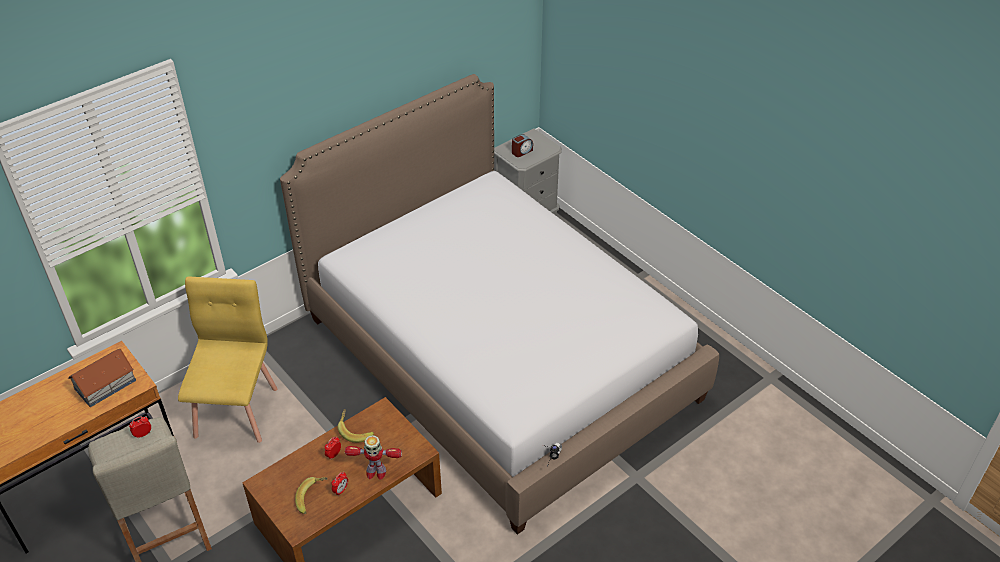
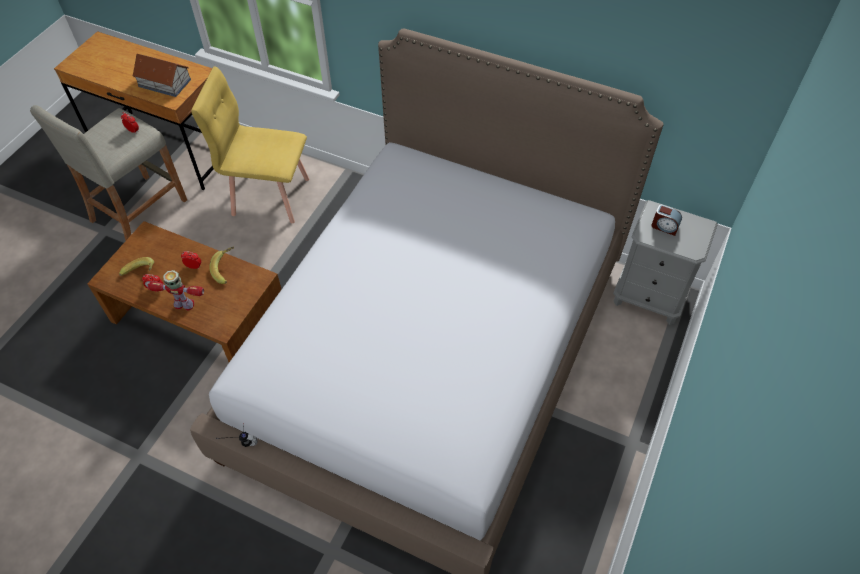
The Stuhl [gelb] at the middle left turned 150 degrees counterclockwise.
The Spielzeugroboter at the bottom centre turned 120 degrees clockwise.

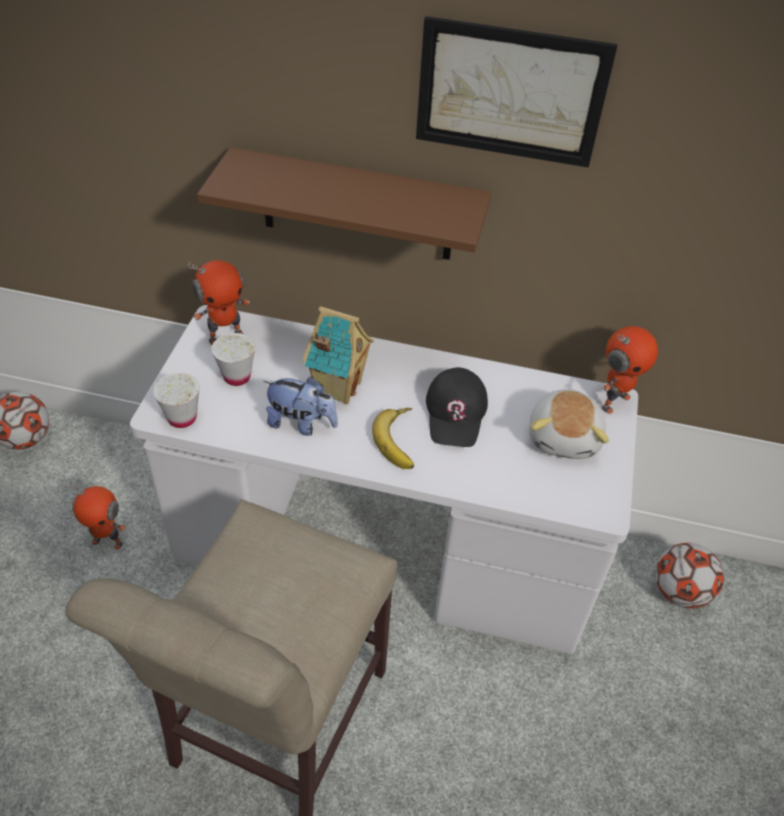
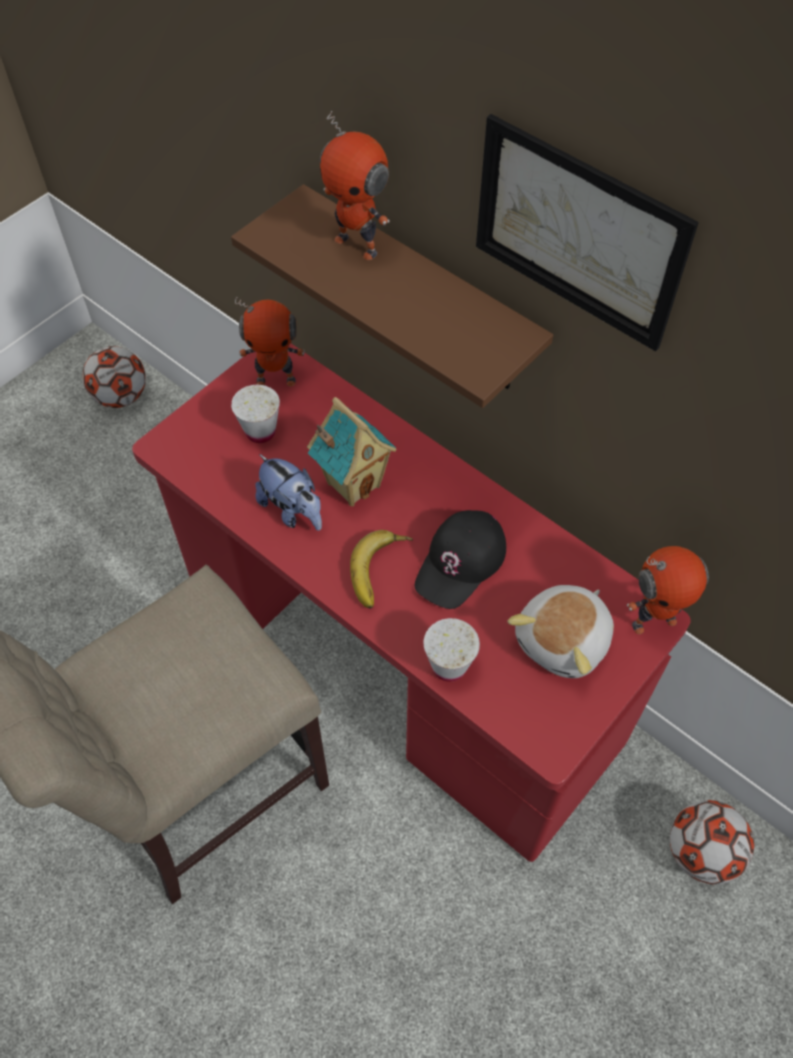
The Spielzeugroboter (no. 1 from left in the first image) moved from the middle left to the top centre.
The Schreibtisch [weiß] at the centre became the Schreibtisch [rot] at the centre.
The Tasse [weiß] (no. 1 from left in the first image) moved from the middle left to the centre.

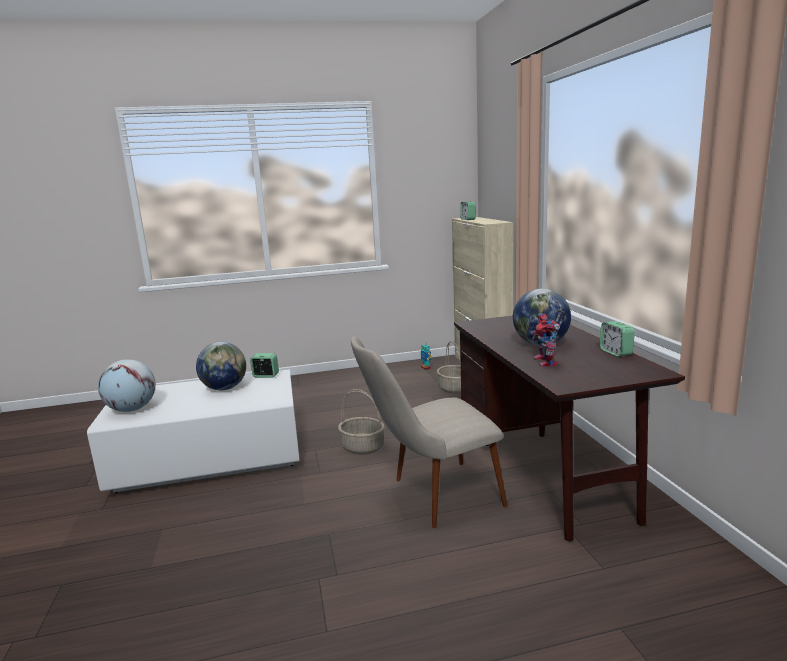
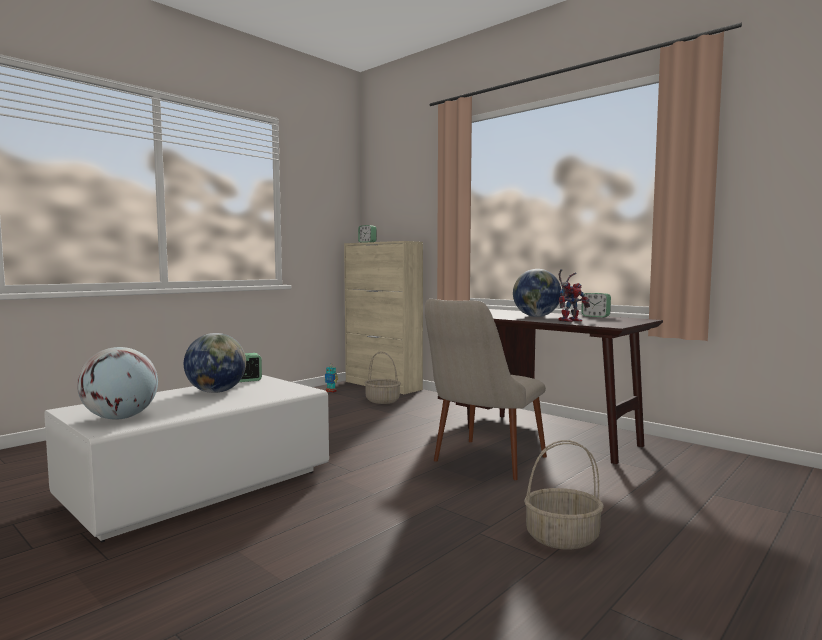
The Korb (no. 1 from left in the first image) moved from the centre to the bottom right.
The Spielzeugroboter (no. 2 from left) at the middle right turned 90 degrees counterclockwise.

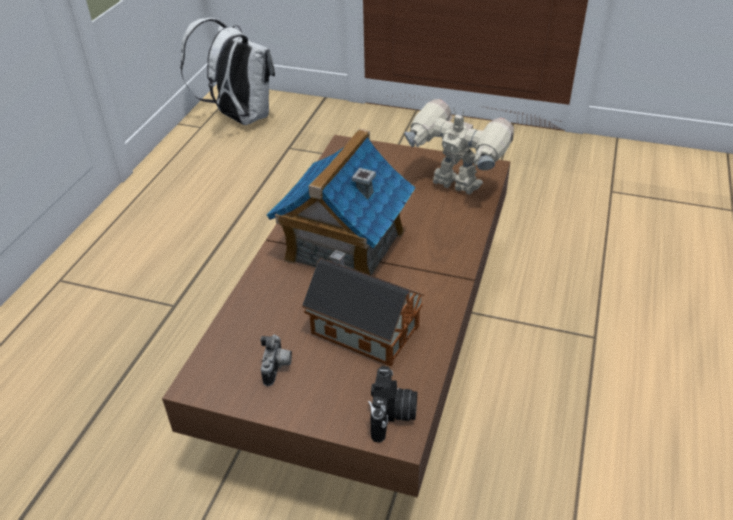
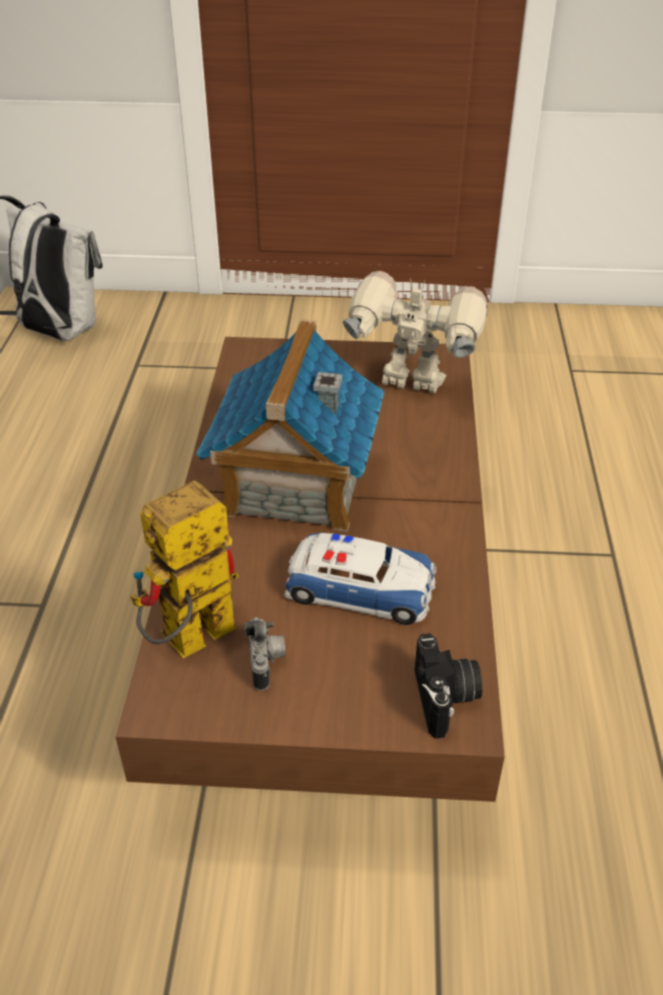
The Spielzeughaus (no. 2 from left) at the centre was replaced by the Spielzeugauto at the centre.
The Spielzeugroboter (no. 1 from left) at the middle left appeared.

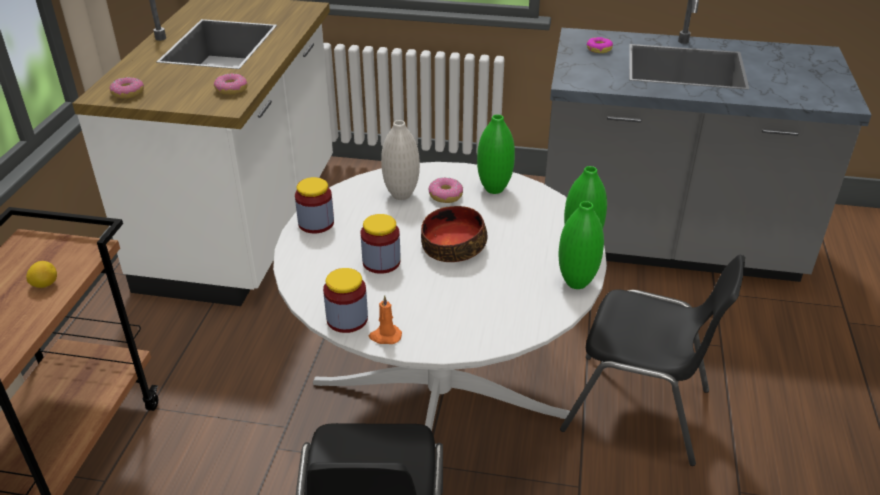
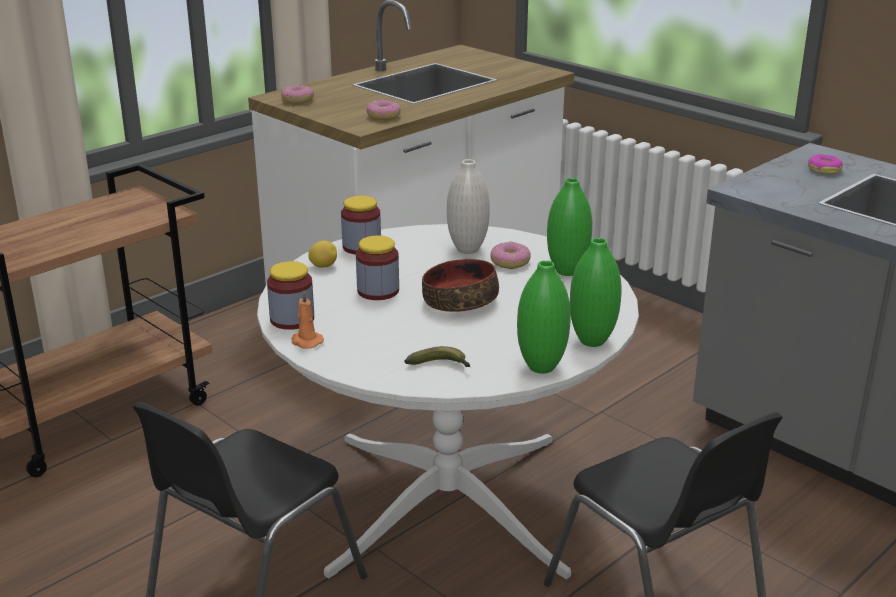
The Zitrone moved from the middle left to the centre.
The Banane at the centre appeared.

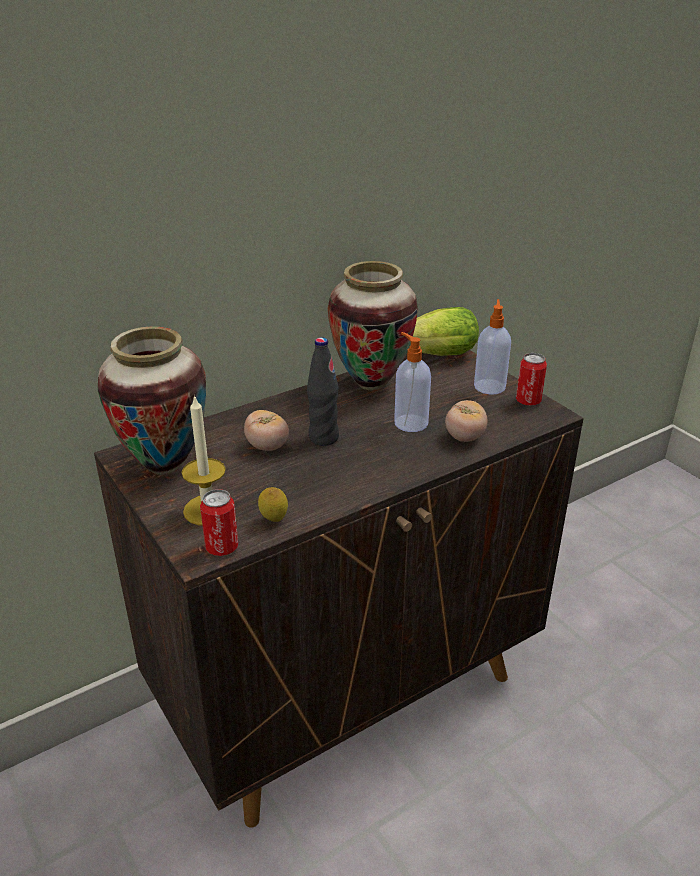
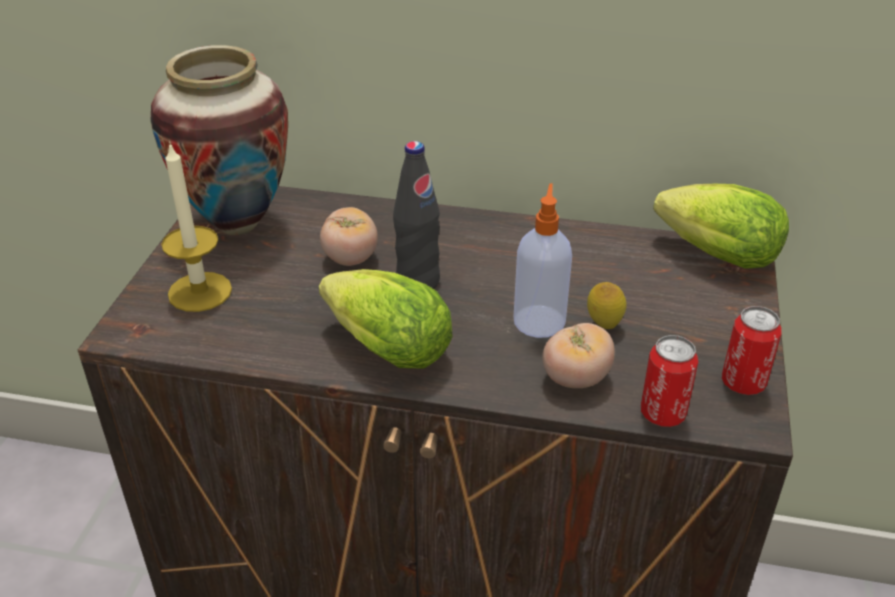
The Dose (no. 1 from left) moved from the middle left to the middle right.
The Zitrone moved from the centre to the middle right.
The Vase (no. 2 from left) at the centre disappeared.
The Seifenspender (no. 2 from left) at the middle right disappeared.
The Salatkopf (no. 1 from left) at the centre appeared.

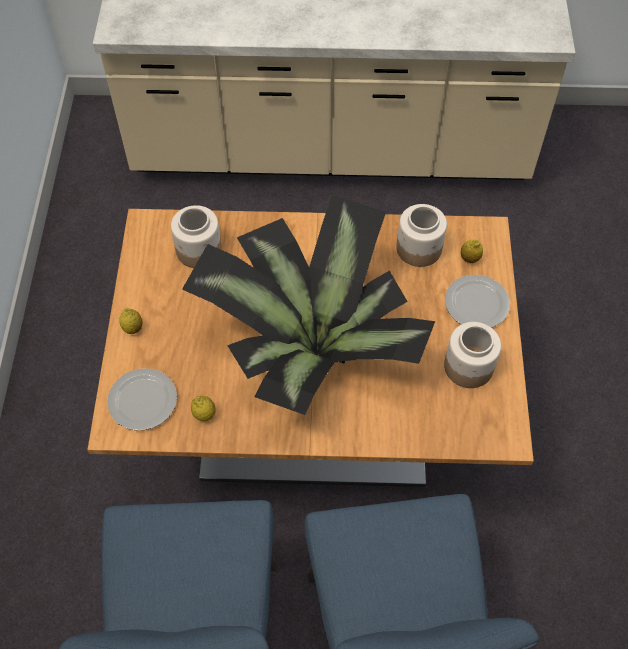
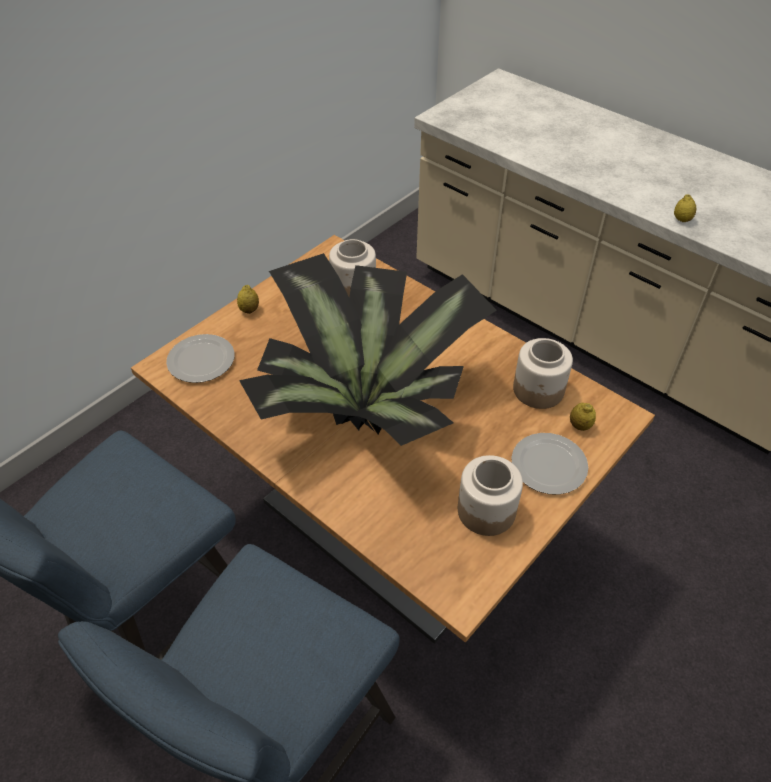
The Zitrone (no. 2 from left in the first image) moved from the middle left to the top right.

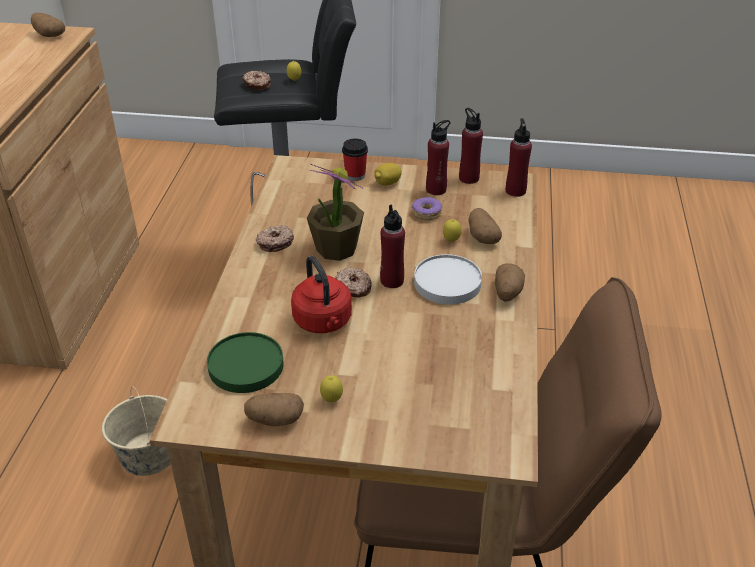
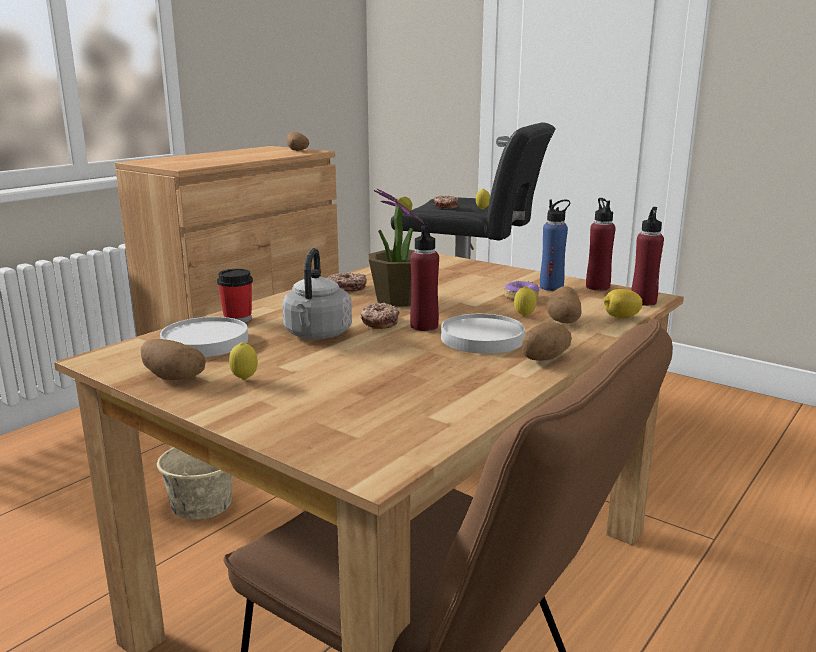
The Teller [grün] at the middle left became the Teller [weiß] (no. 1 from left) at the middle left.
The Wasserkessel [rot] at the centre became the Wasserkessel [grau] at the centre.
The Tasse moved from the top centre to the middle left.
The Zitrone (no. 3 from left in the first image) moved from the top centre to the middle right.
The Flasche [rot] (no. 2 from left) at the top centre became the Flasche [blau] at the middle right.

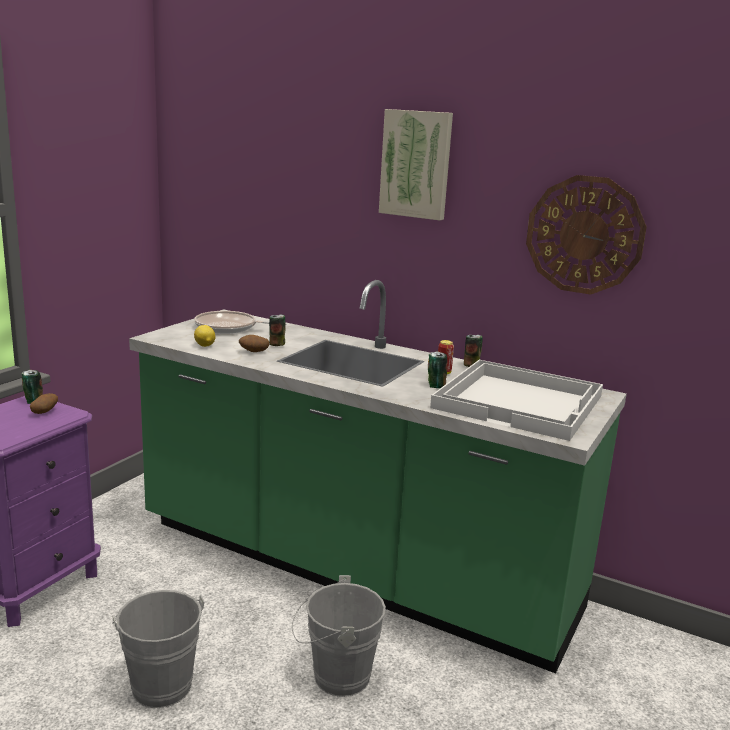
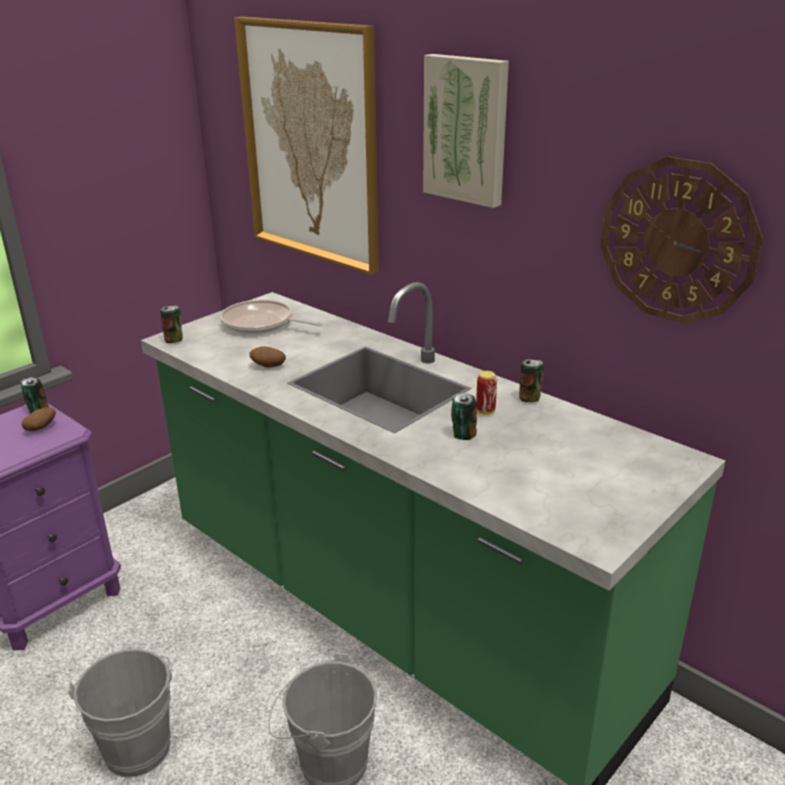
The Zitrone at the middle left disappeared.
The Dose (no. 2 from left) moved from the centre to the middle left.
The Tablett [weiß] at the middle right disappeared.
The Bild (no. 1 from left) at the top centre appeared.

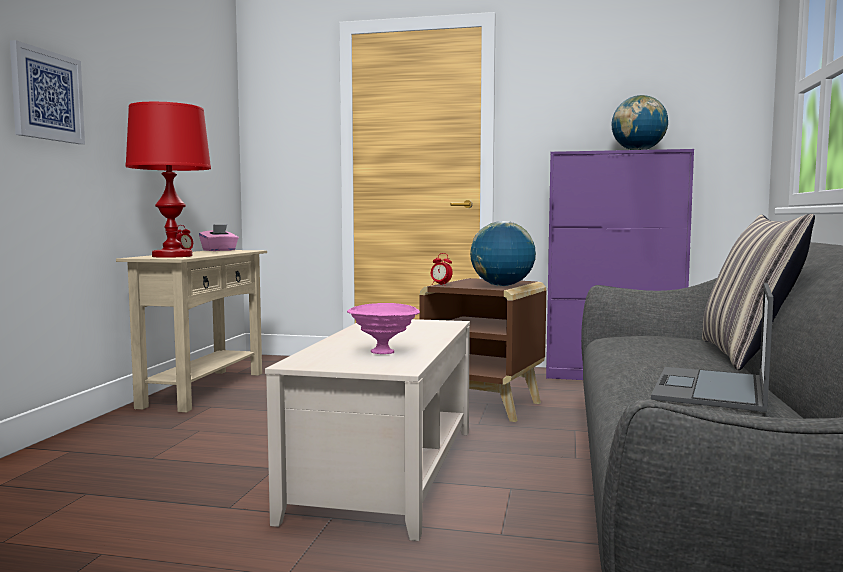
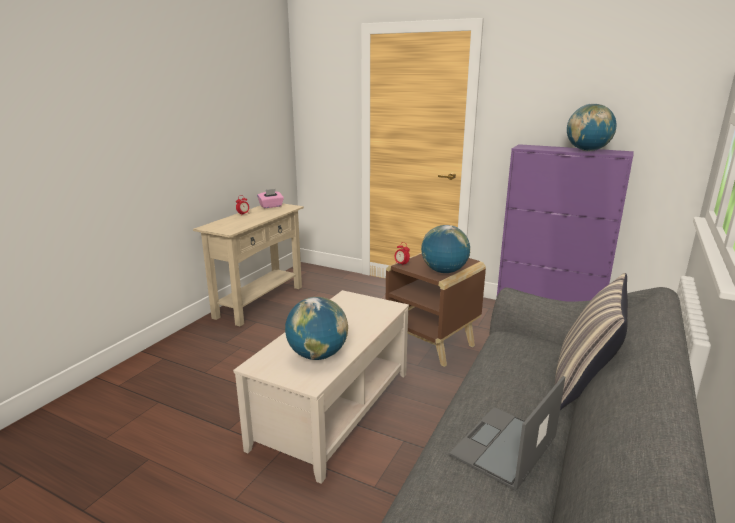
The Bild at the top left disappeared.
The Tischlampe [rot] at the top left disappeared.
The Schüssel [rosa] at the centre was replaced by the Globus (no. 1 from left) at the centre.

